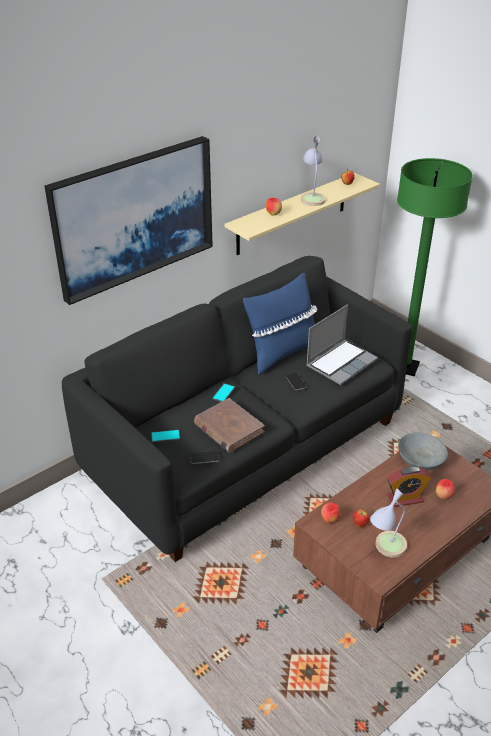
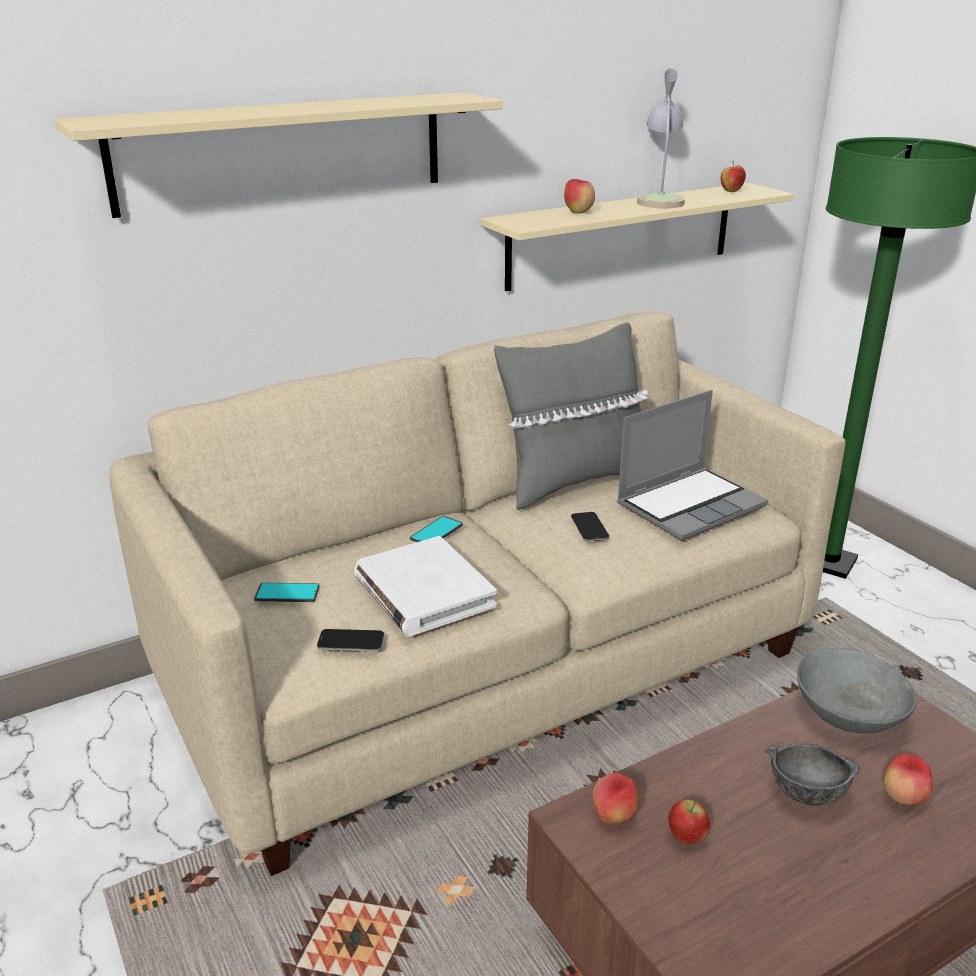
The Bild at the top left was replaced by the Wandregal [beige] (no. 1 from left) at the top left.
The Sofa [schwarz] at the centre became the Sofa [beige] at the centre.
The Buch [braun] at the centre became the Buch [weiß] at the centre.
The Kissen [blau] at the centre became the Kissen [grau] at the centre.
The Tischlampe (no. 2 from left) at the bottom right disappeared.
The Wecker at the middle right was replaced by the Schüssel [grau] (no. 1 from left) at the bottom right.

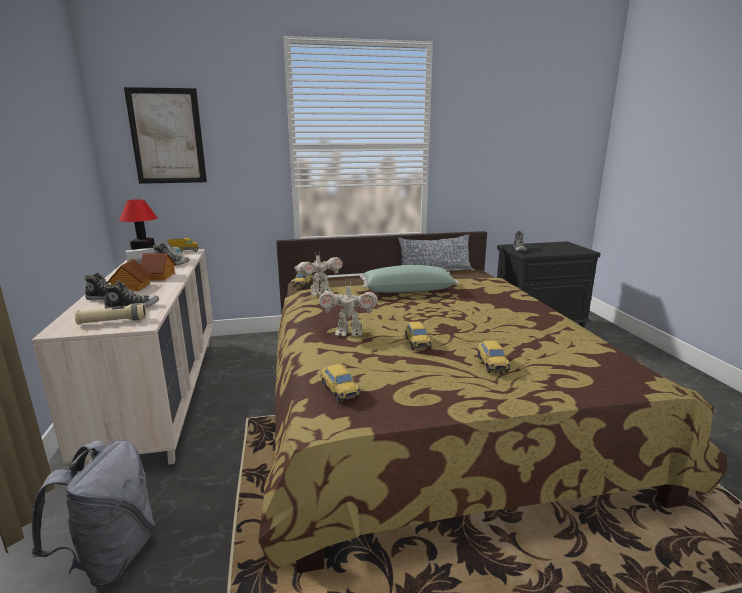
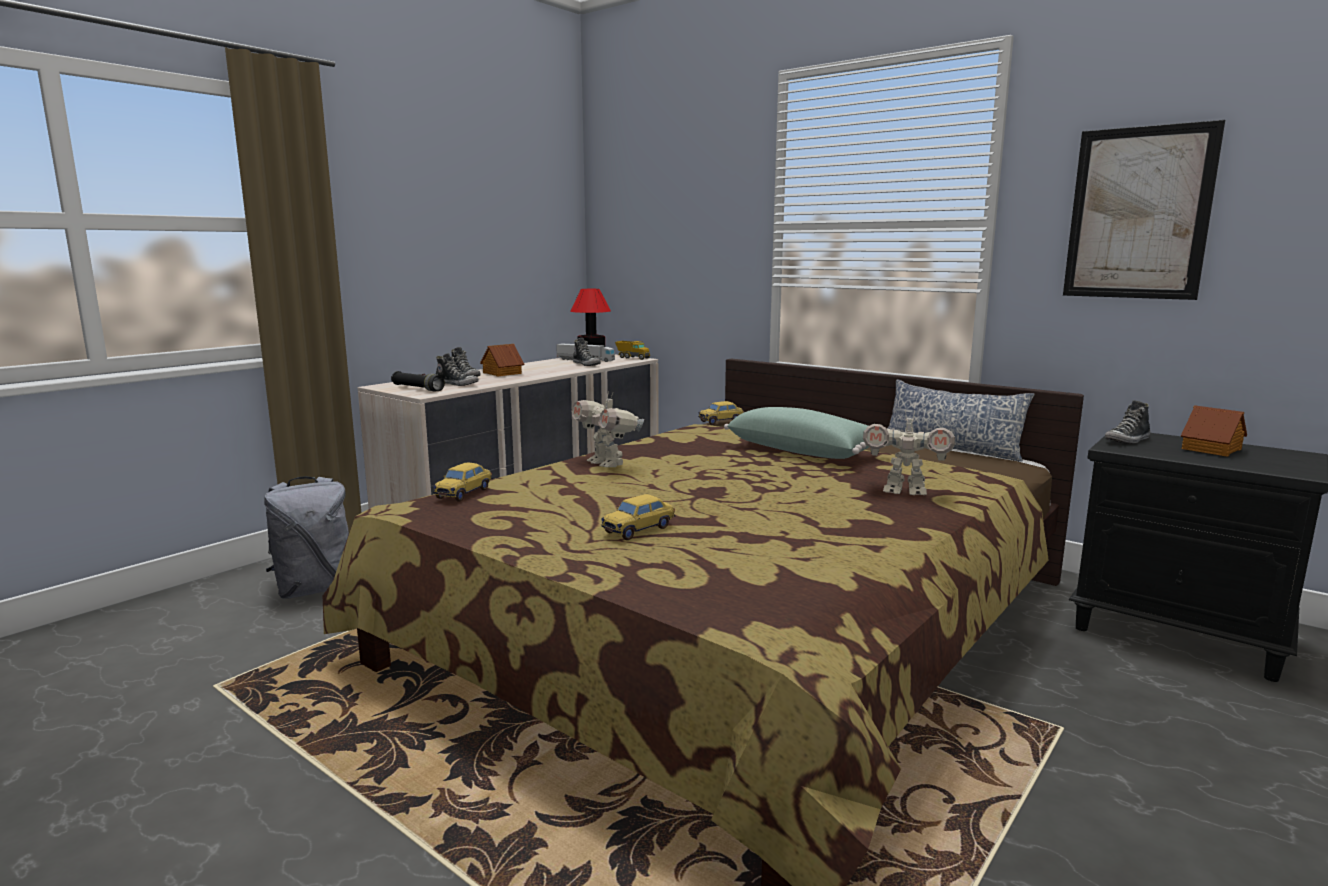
The Taschenlampe [beige] at the middle left became the Taschenlampe [schwarz] at the middle left.
The Bild moved from the top left to the top right.
The Spielzeughaus (no. 2 from left) moved from the middle left to the middle right.
The Spielzeugroboter (no. 1 from left in the first image) moved from the centre to the middle right.
The Spielzeugauto (no. 3 from left) at the centre disappeared.

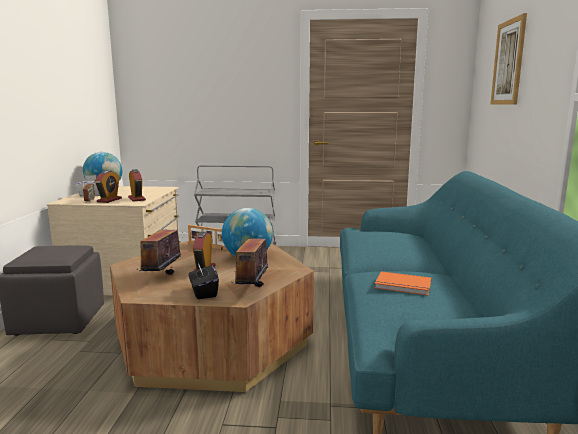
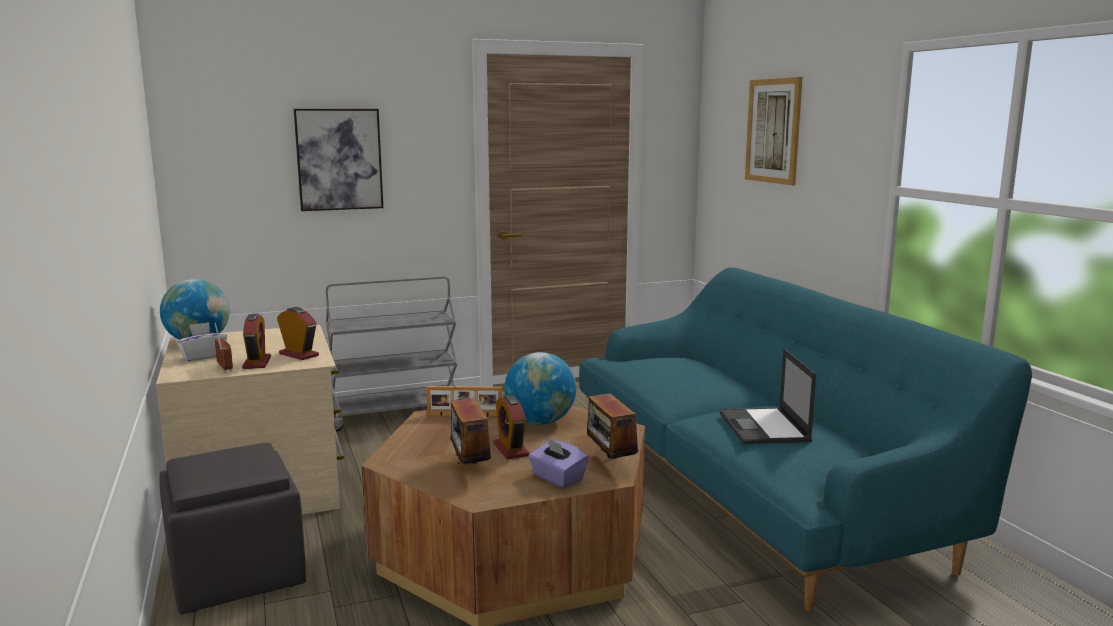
The Taschentuchbox [schwarz] at the centre became the Taschentuchbox [lila] at the bottom centre.
The Buch [orange] at the middle right was replaced by the Laptop at the middle right.
The Bild (no. 1 from left) at the top left appeared.

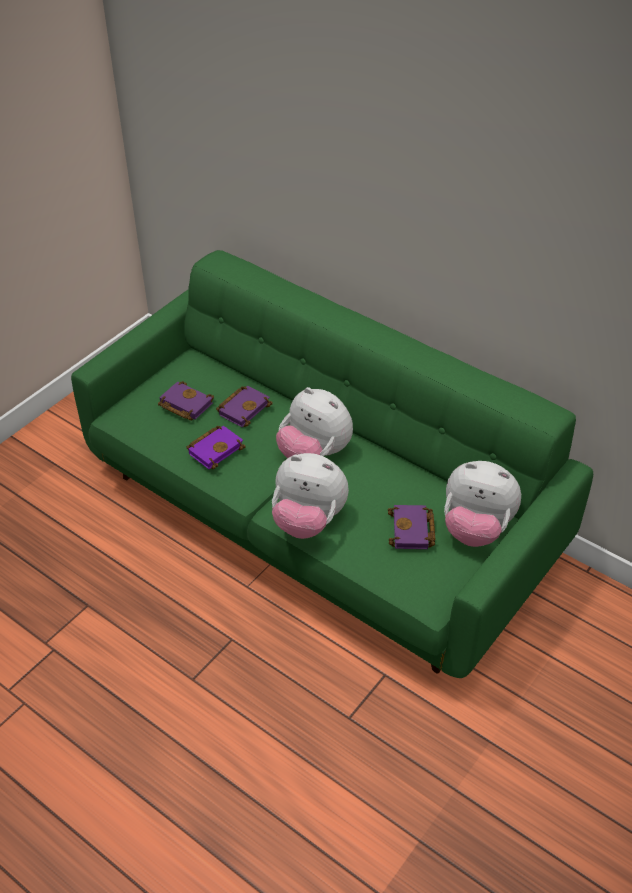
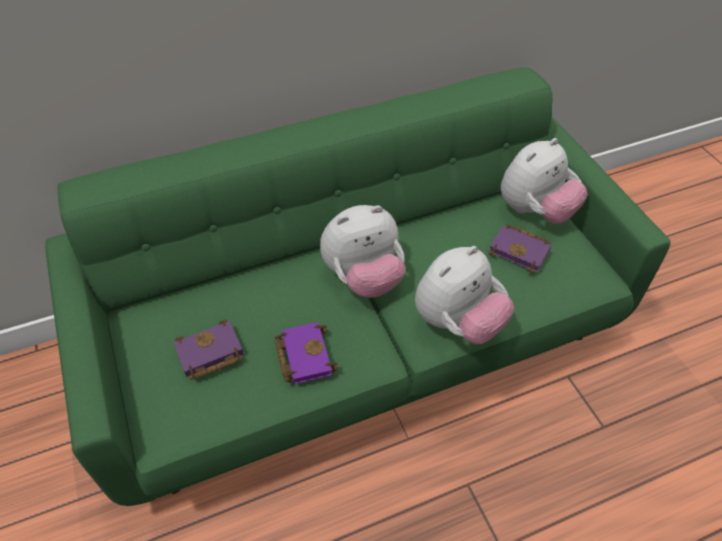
The Buch [lila] (no. 3 from left) at the centre disappeared.

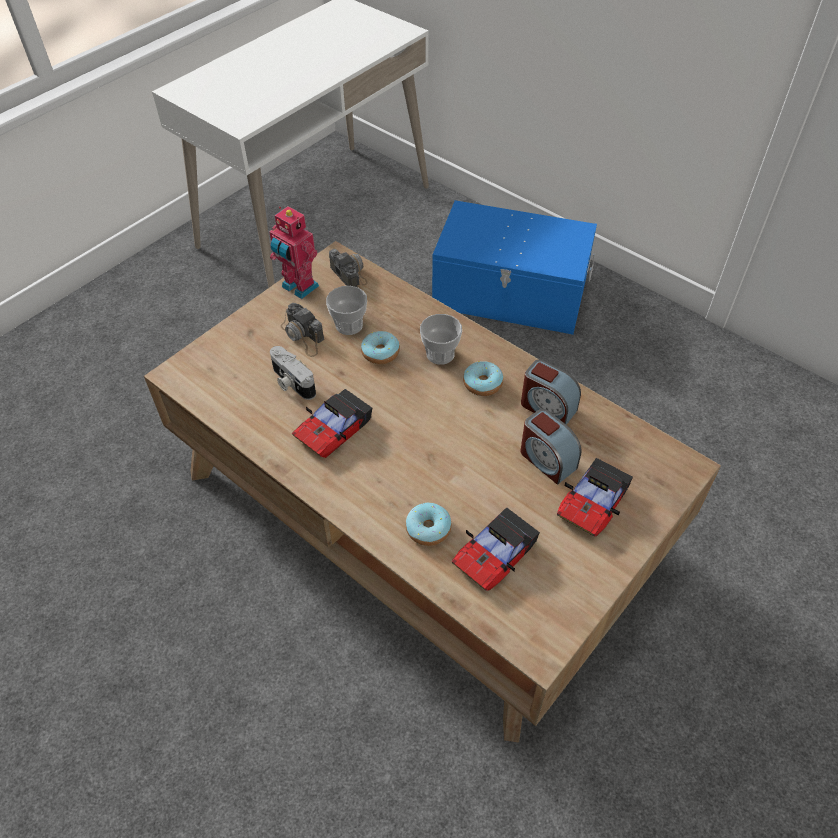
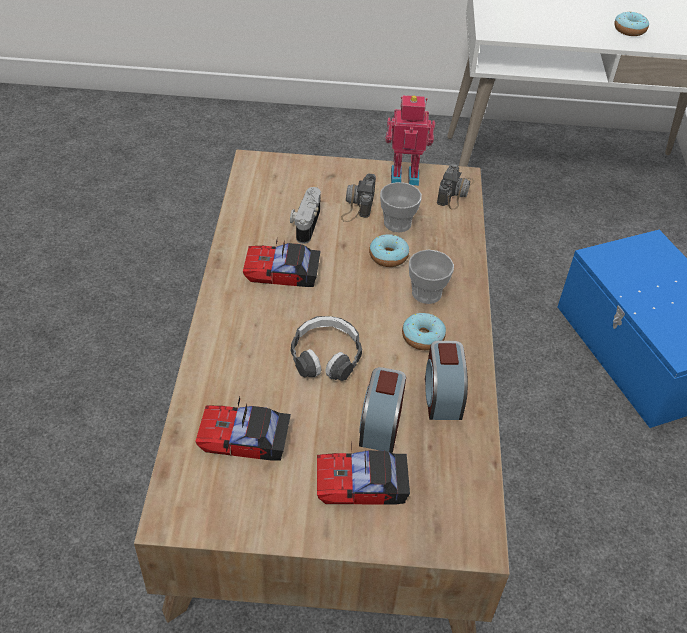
The Spielzeugroboter at the top centre turned 90 degrees clockwise.
The Donut (no. 2 from left in the first image) moved from the centre to the top right.
The Kopfhörer at the centre appeared.

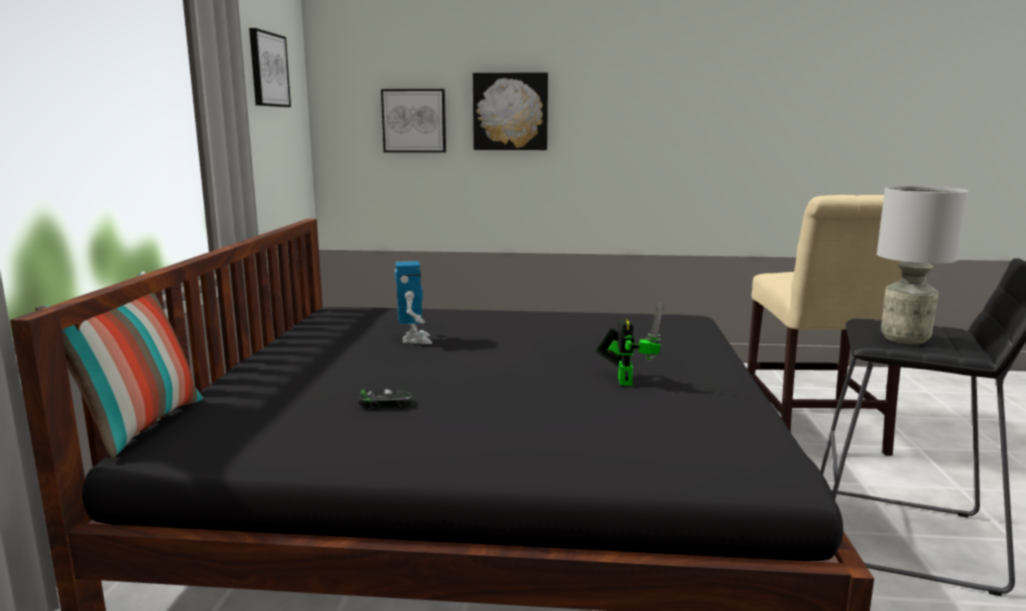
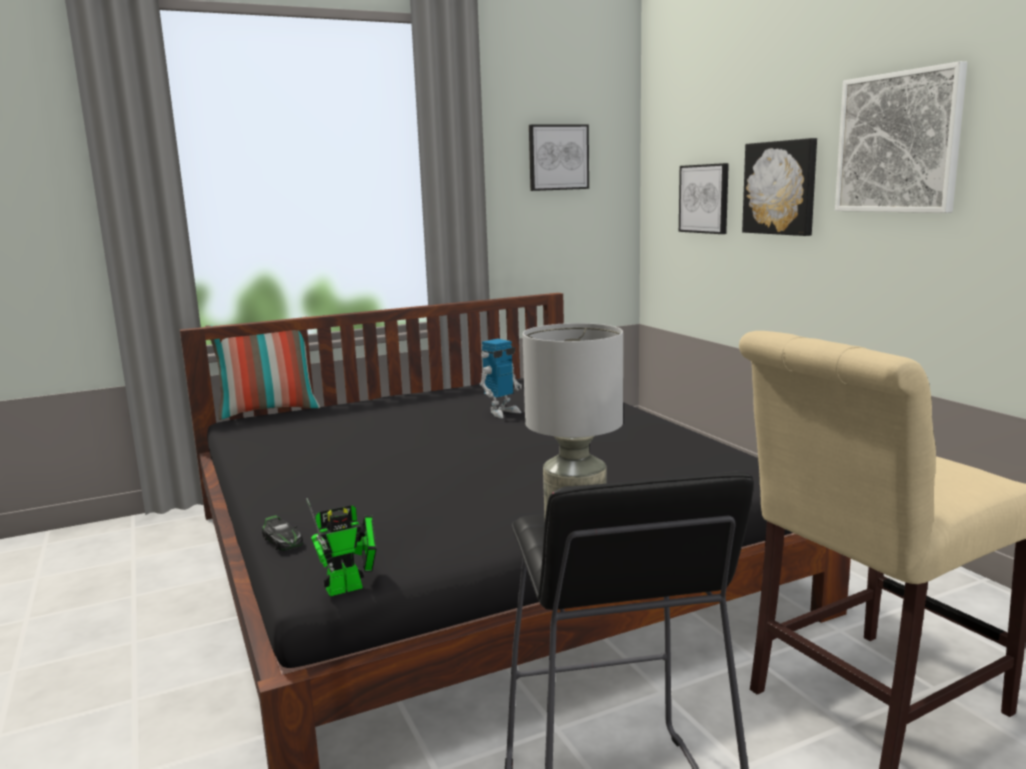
The Spielzeugauto moved from the centre to the bottom left.
The Spielzeugroboter (no. 2 from left in the first image) moved from the centre to the bottom left.
The Bild (no. 4 from left) at the top right appeared.

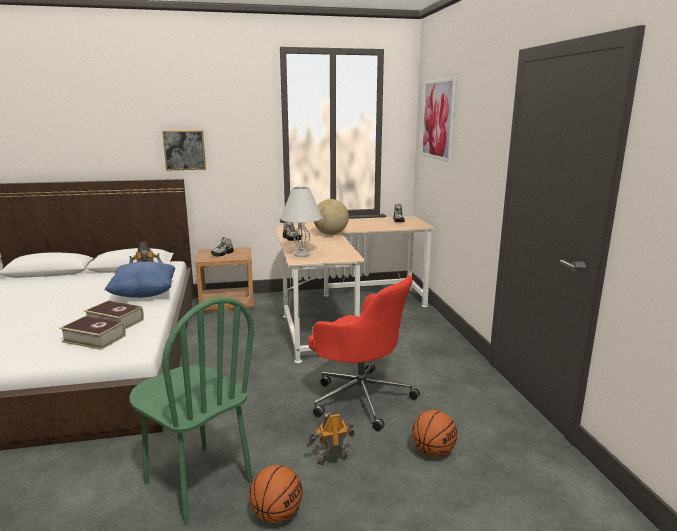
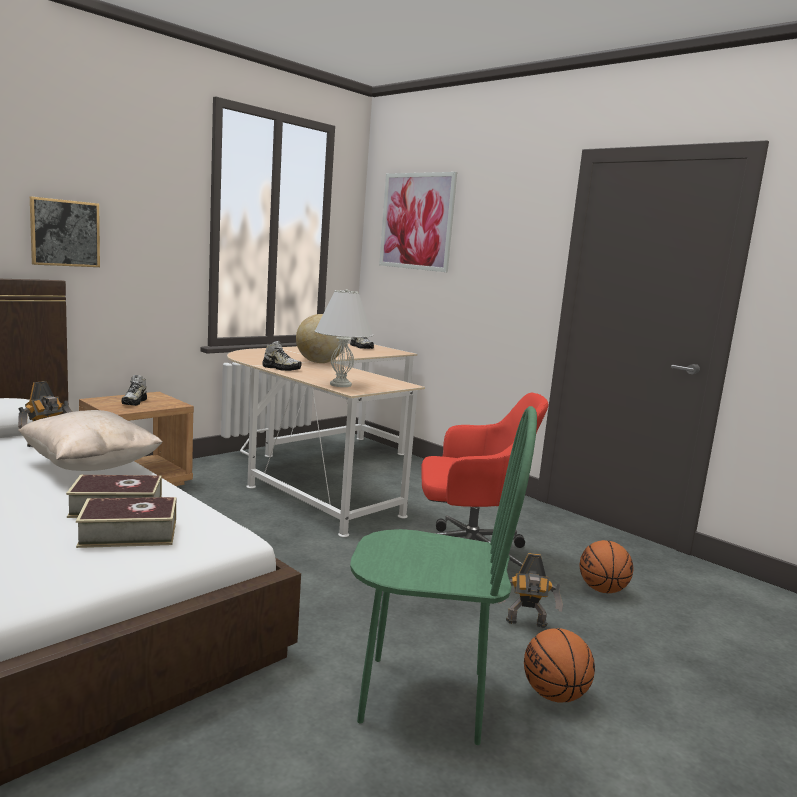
The Kissen [blau] at the middle left became the Kissen [beige] at the middle left.
The Spielzeugroboter (no. 2 from left) at the bottom centre turned 120 degrees counterclockwise.

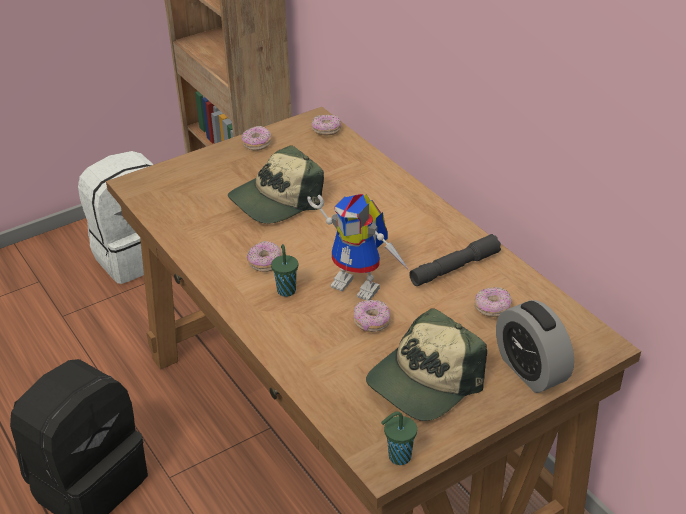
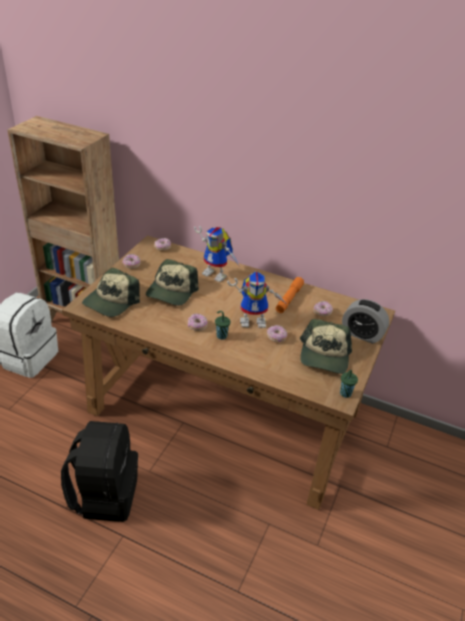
The Taschenlampe [grau] at the centre became the Taschenlampe [orange] at the centre.
The Kappe (no. 1 from left) at the middle left appeared.
The Spielzeugroboter (no. 1 from left) at the centre appeared.

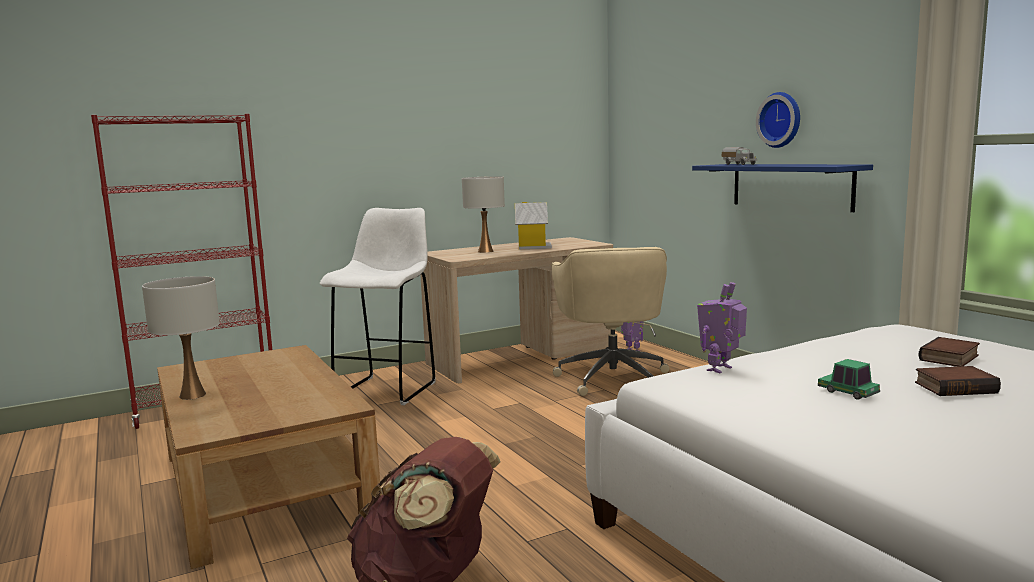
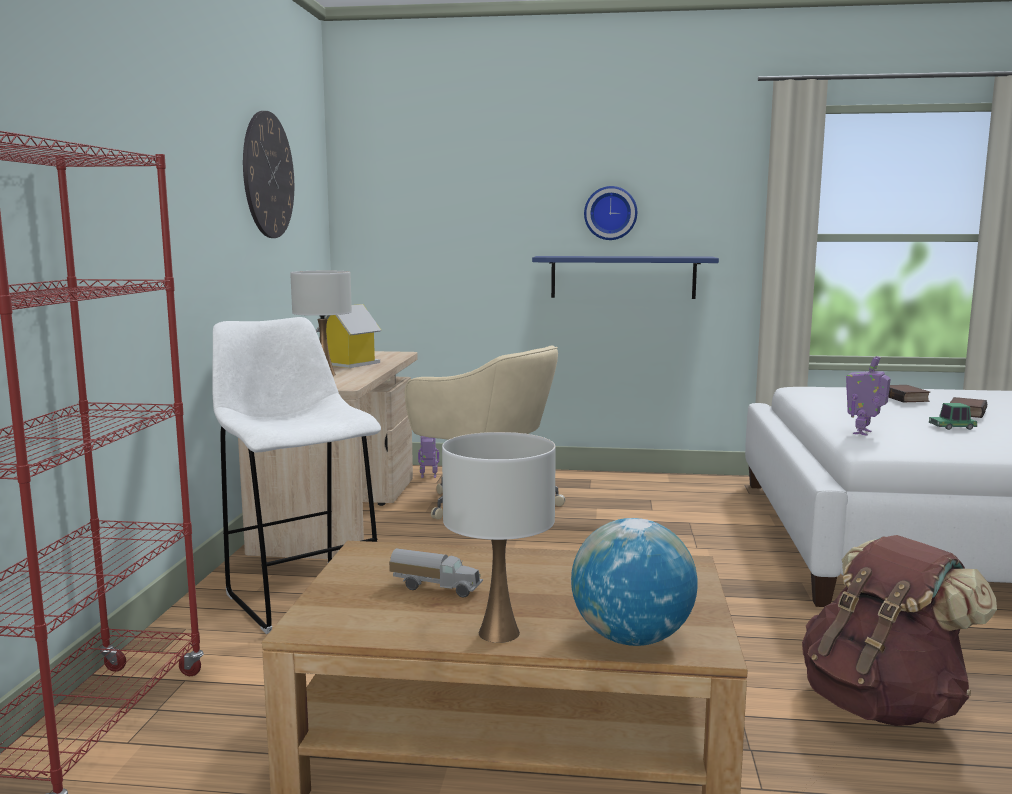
The Spielzeugroboter (no. 2 from left) at the middle right turned 45 degrees clockwise.
The Spielzeuglaster moved from the top right to the bottom centre.
The Wanduhr (no. 1 from left) at the top left appeared.
The Globus at the bottom centre appeared.

